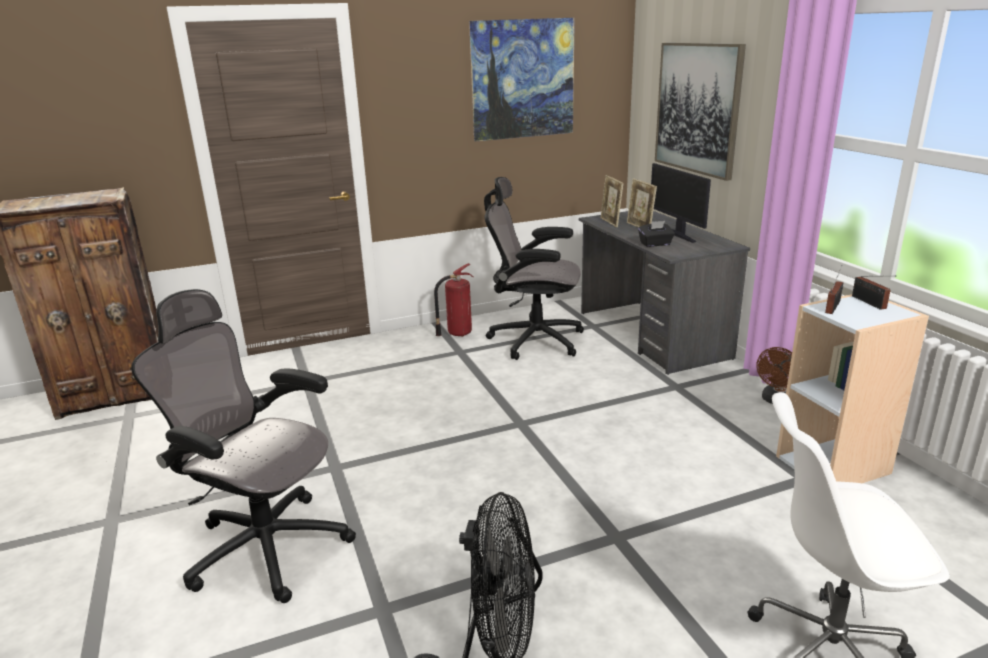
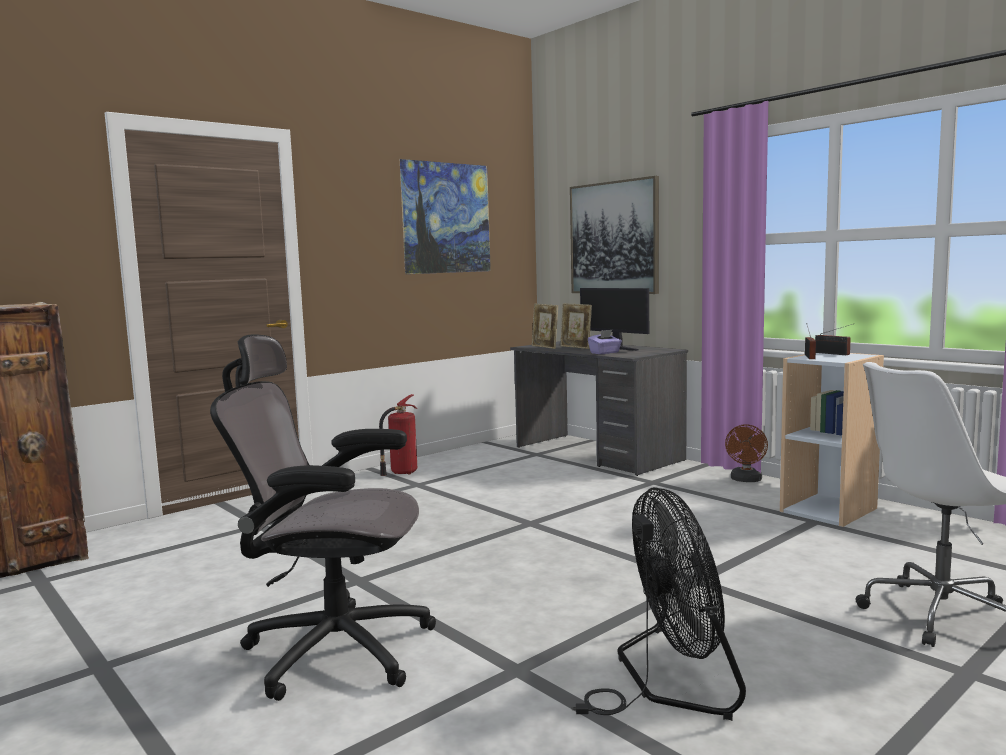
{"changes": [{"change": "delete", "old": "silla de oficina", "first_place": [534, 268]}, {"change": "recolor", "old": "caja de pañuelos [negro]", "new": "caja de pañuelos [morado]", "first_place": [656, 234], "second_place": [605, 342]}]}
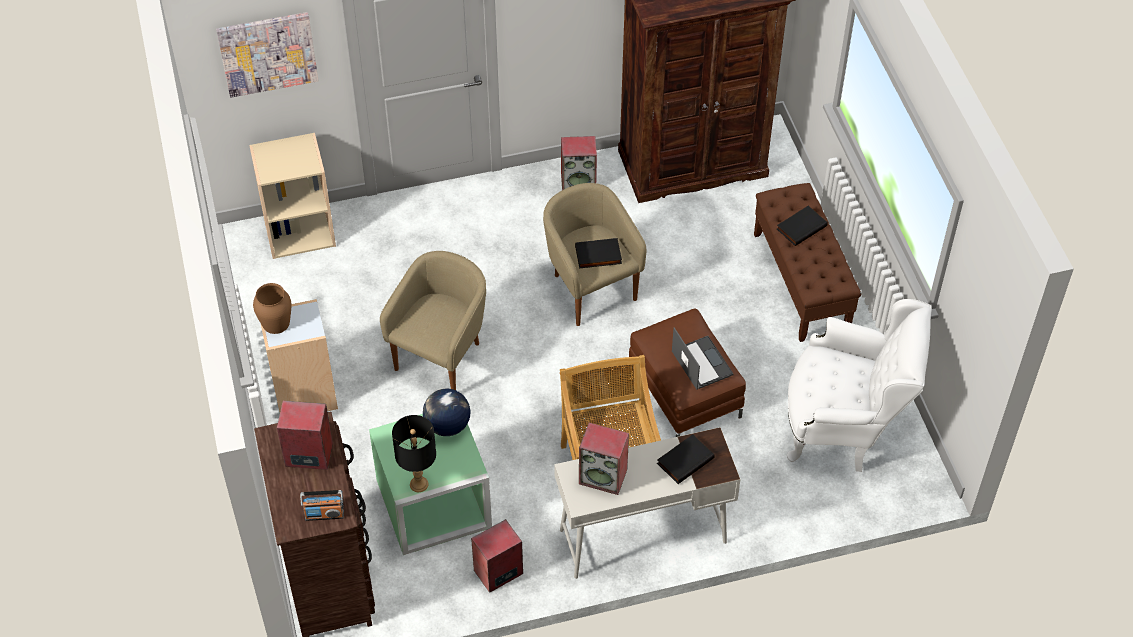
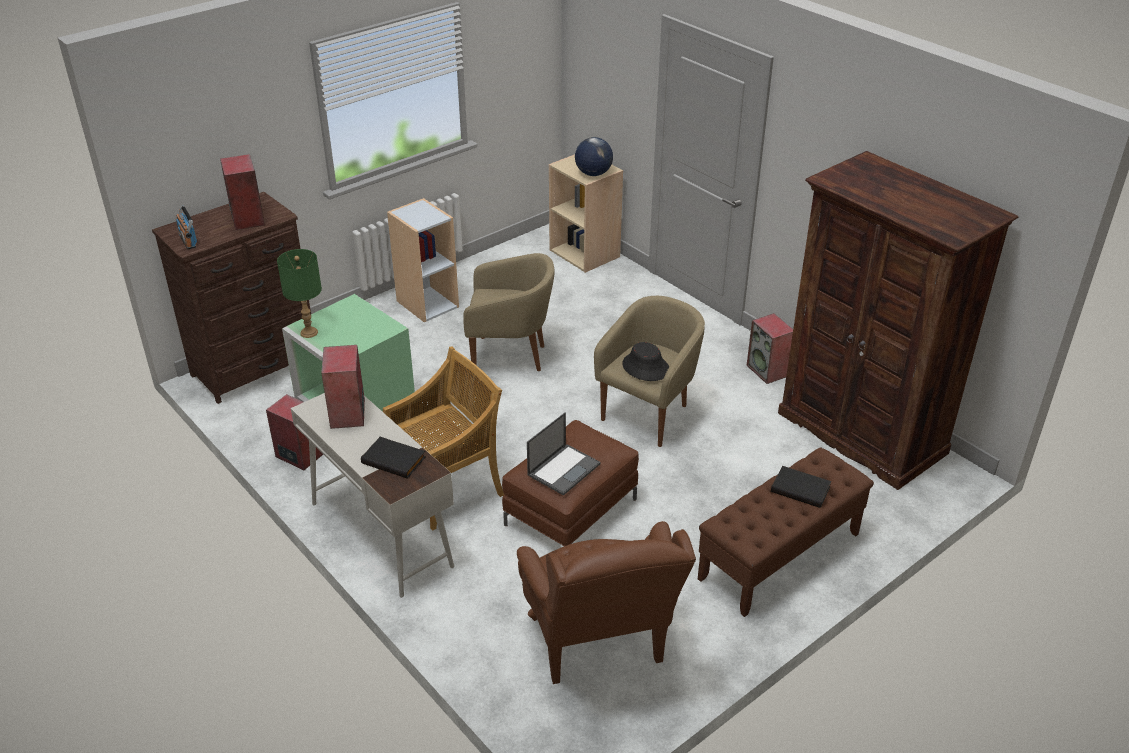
{"changes": [{"change": "delete", "old": "cuadro", "first_place": [267, 55]}, {"change": "replace", "old": "libro [negro]", "new": "sombrero [negro]", "first_place": [598, 253], "second_place": [645, 361]}, {"change": "delete", "old": "florero [marrón]", "first_place": [272, 308]}, {"change": "recolor", "old": "sillón [blanco]", "new": "sillón [marrón]", "first_place": [859, 385], "second_place": [606, 602]}, {"change": "move", "old": "globo terráqueo", "first_place": [447, 412], "second_place": [594, 156]}, {"change": "recolor", "old": "lámpara de mesa [negro]", "new": "lámpara de mesa [verde]", "first_place": [414, 453], "second_place": [299, 293]}]}
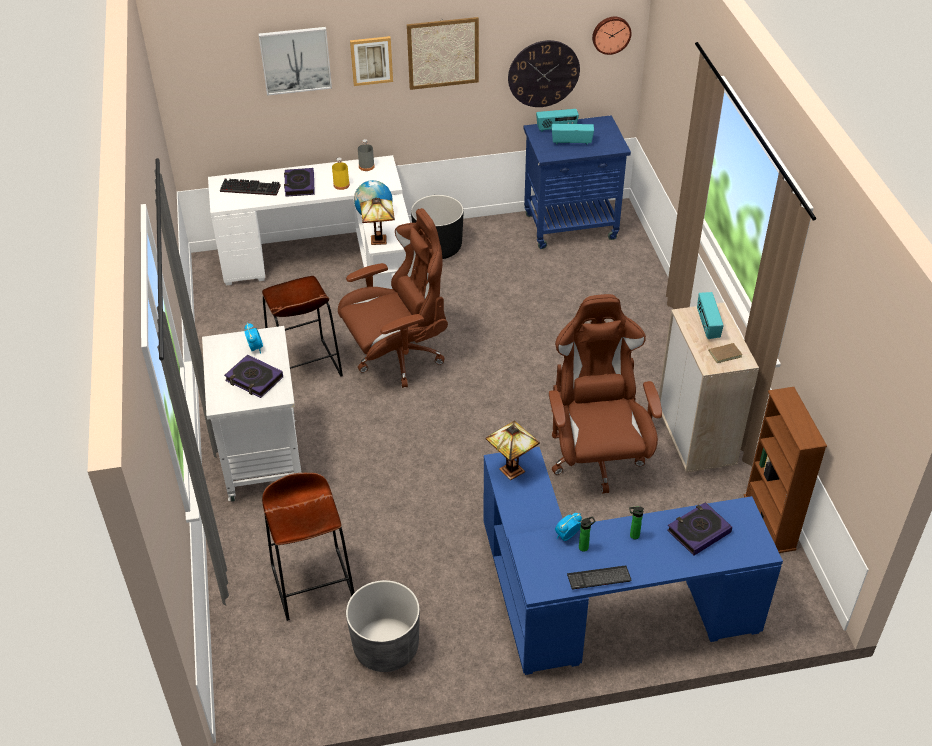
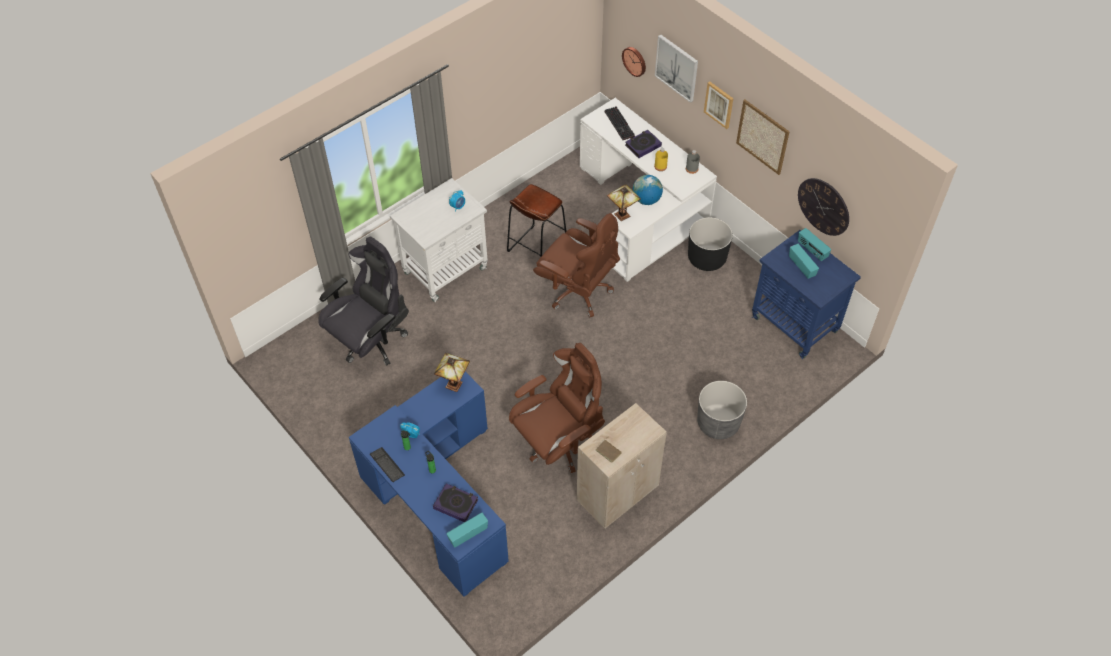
{"changes": [{"change": "move", "old": "reloj de pared", "first_place": [611, 36], "second_place": [634, 62]}, {"change": "move", "old": "radio", "first_place": [710, 315], "second_place": [467, 530]}, {"change": "delete", "old": "libro", "first_place": [253, 376]}, {"change": "delete", "old": "estantería [marrón]", "first_place": [785, 470]}, {"change": "replace", "old": "taburete [marrón]", "new": "silla de oficina [negro]", "first_place": [308, 547], "second_place": [363, 301]}, {"change": "move", "old": "maceta [gris]", "first_place": [383, 626], "second_place": [722, 410]}]}
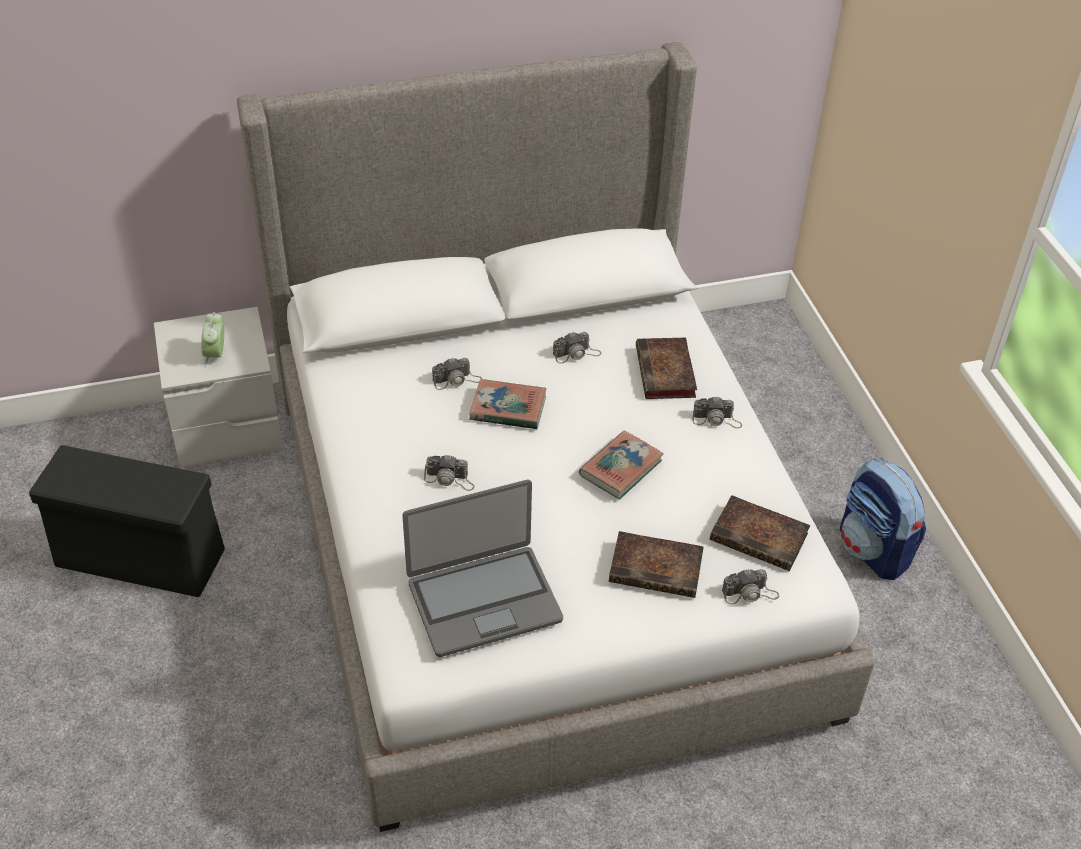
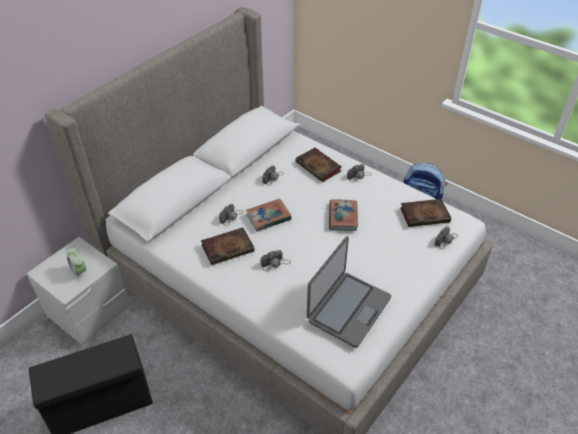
{"changes": [{"change": "move", "old": "libro", "first_place": [656, 564], "second_place": [228, 246]}]}
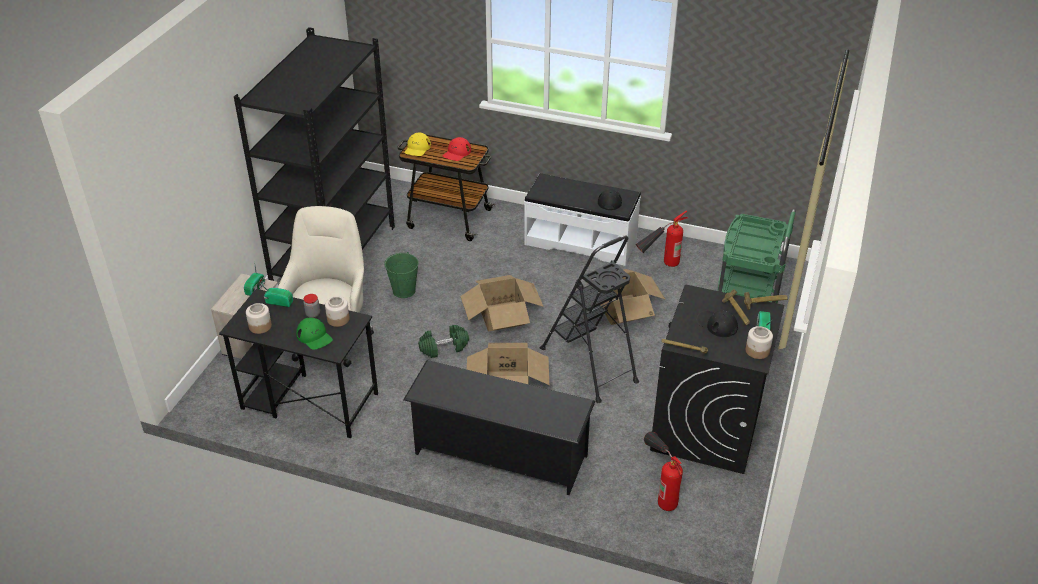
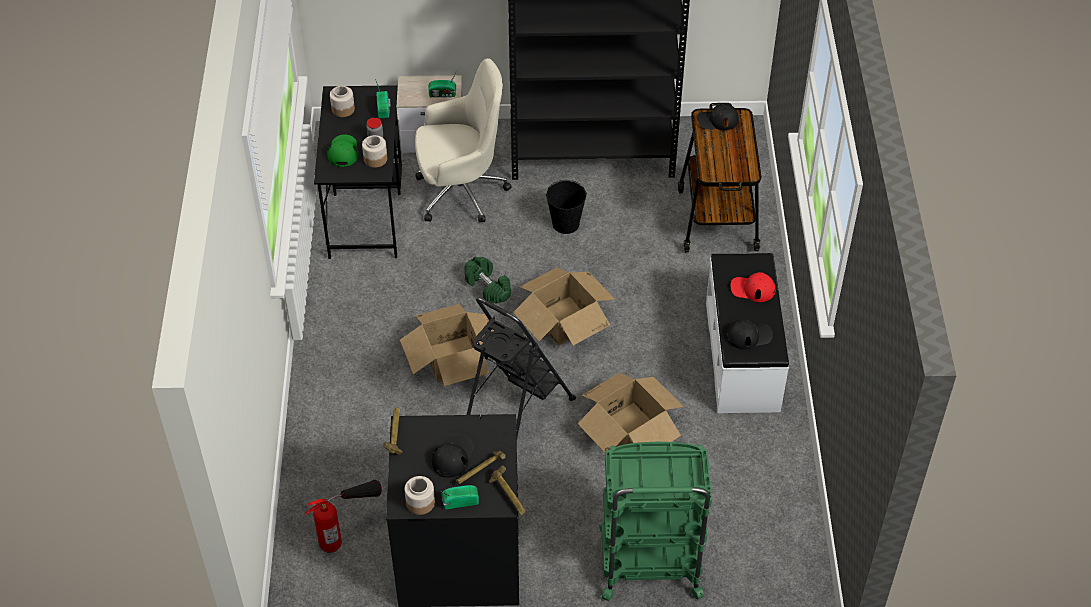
{"changes": [{"change": "recolor", "old": "gorra [amarillo]", "new": "gorra [negro]", "first_place": [418, 144], "second_place": [718, 116]}, {"change": "move", "old": "gorra [rojo]", "first_place": [457, 149], "second_place": [753, 287]}, {"change": "delete", "old": "extintor", "first_place": [662, 239]}, {"change": "recolor", "old": "cubo [verde]", "new": "cubo [negro]", "first_place": [402, 275], "second_place": [566, 207]}, {"change": "rotate", "old": "gorra [verde]", "first_place": [314, 333], "second_place": [342, 150], "degrees": 150}, {"change": "delete", "old": "zapatero [negro]", "first_place": [499, 427]}]}
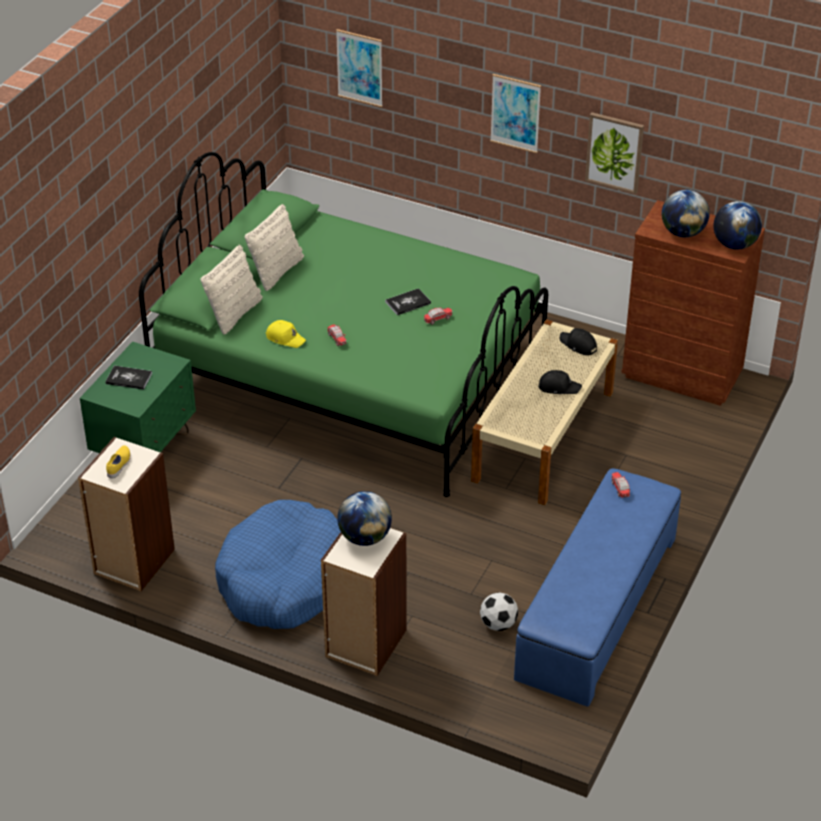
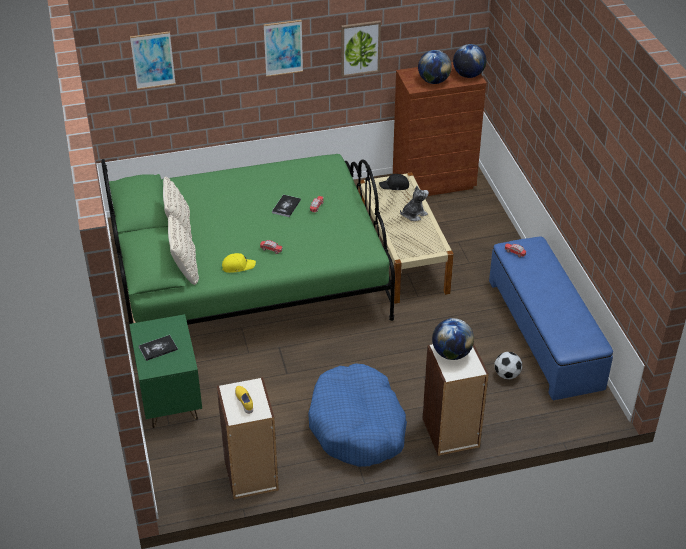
{"changes": [{"change": "replace", "old": "gorra [negro]", "new": "peluche", "first_place": [560, 382], "second_place": [414, 203]}]}
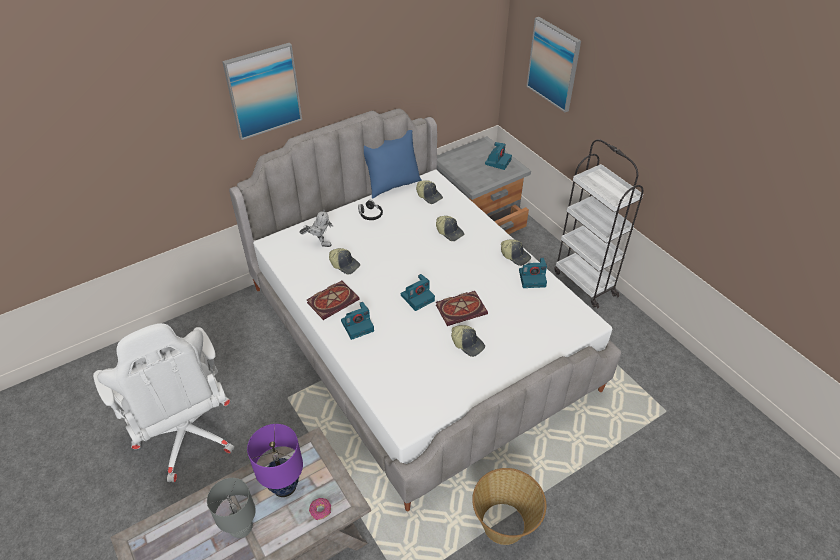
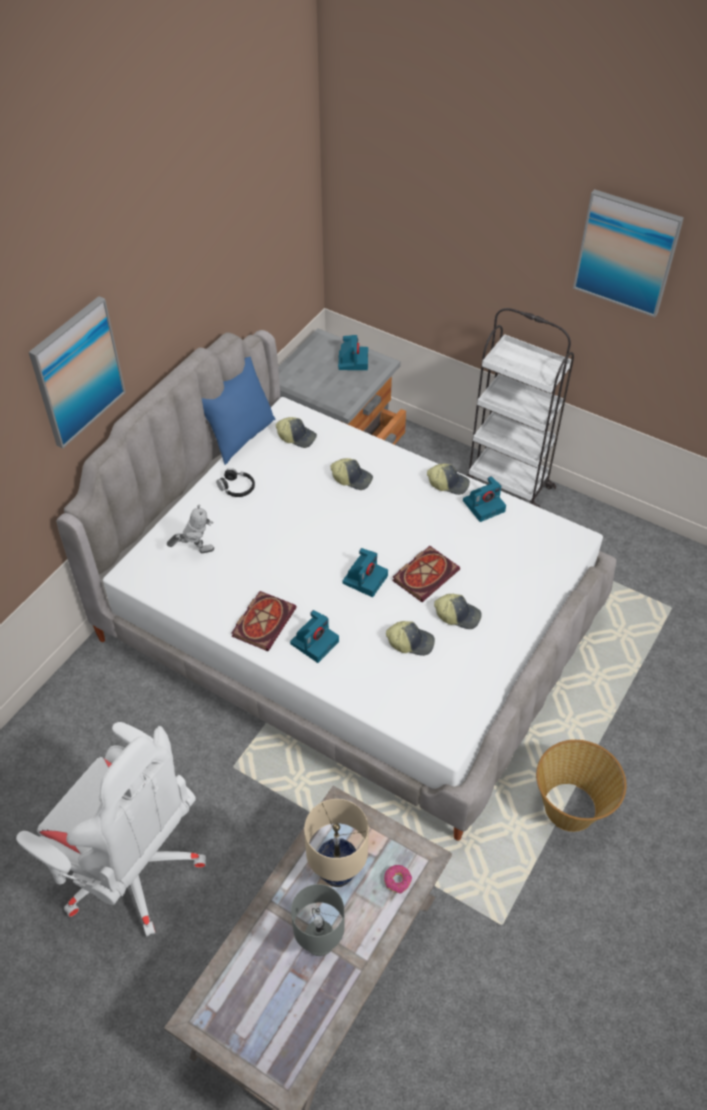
{"changes": [{"change": "move", "old": "cuadro", "first_place": [553, 64], "second_place": [628, 253]}, {"change": "move", "old": "gorra", "first_place": [344, 261], "second_place": [410, 638]}, {"change": "recolor", "old": "lámpara de mesa [morado]", "new": "lámpara de mesa [beis]", "first_place": [275, 460], "second_place": [336, 843]}]}
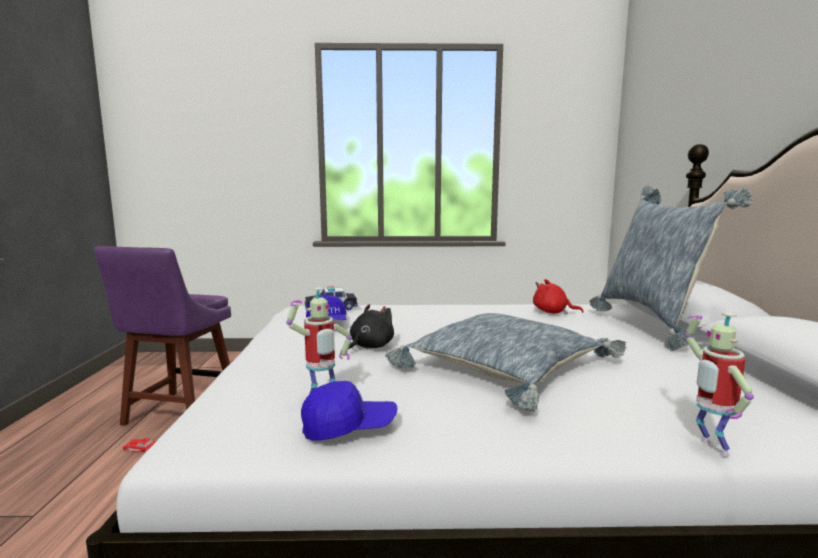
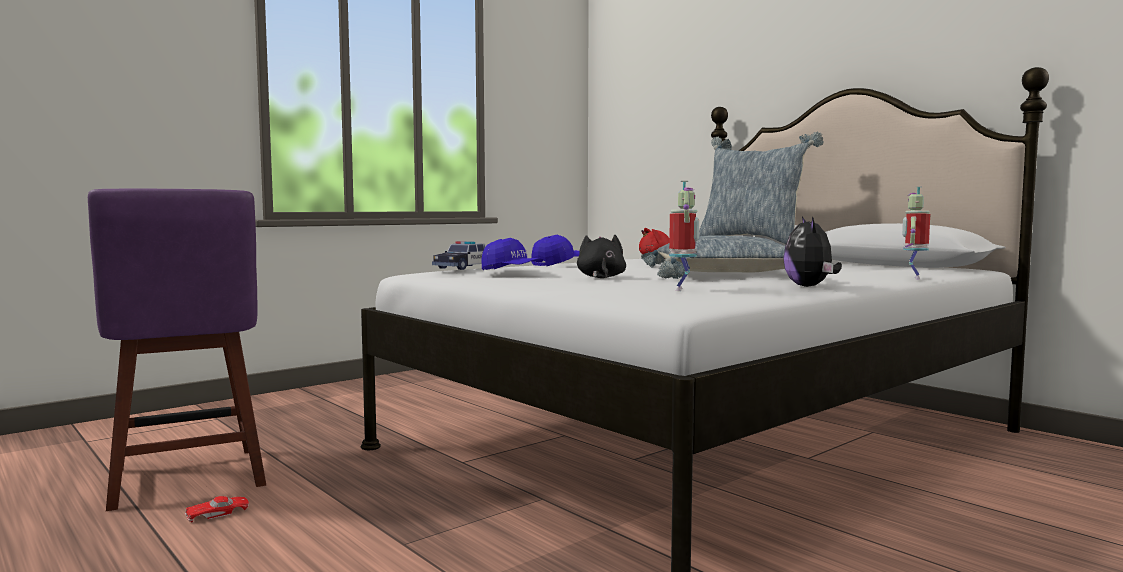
{"changes": [{"change": "rotate", "old": "robot de juguete", "first_place": [719, 384], "second_place": [916, 232], "degrees": 75}, {"change": "move", "old": "gorra [azul]", "first_place": [349, 411], "second_place": [556, 250]}, {"change": "insert", "new": "peluche", "second_place": [812, 252]}]}
